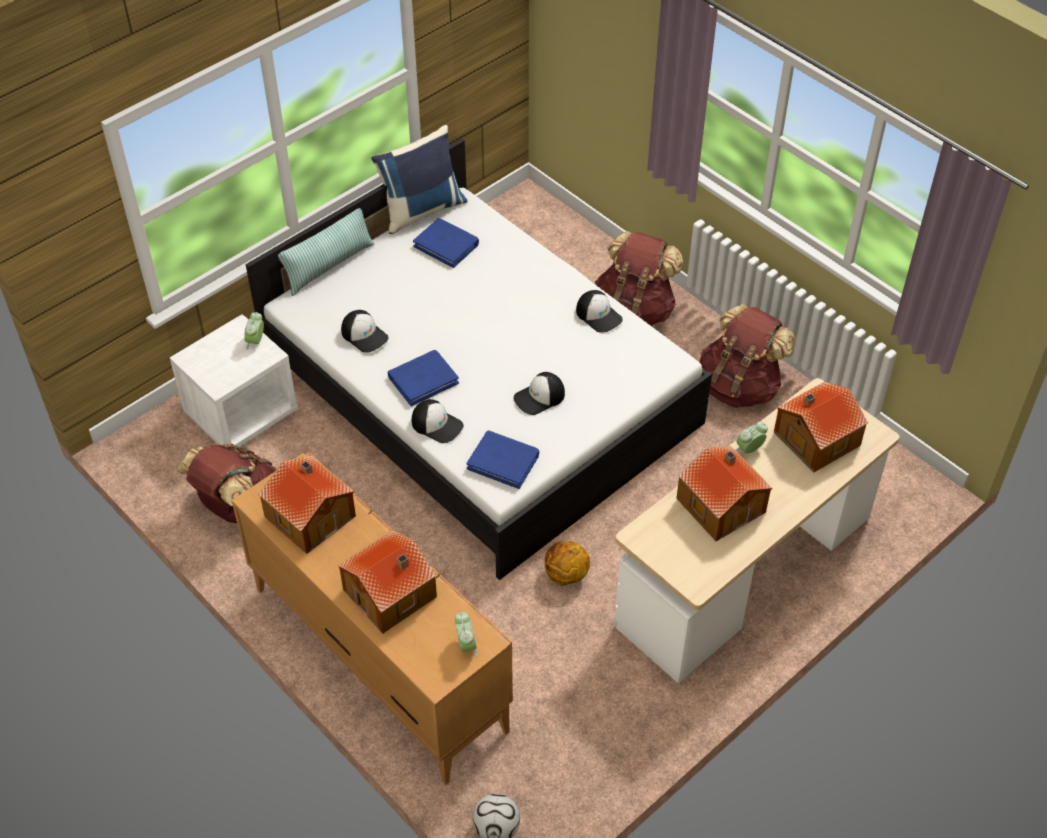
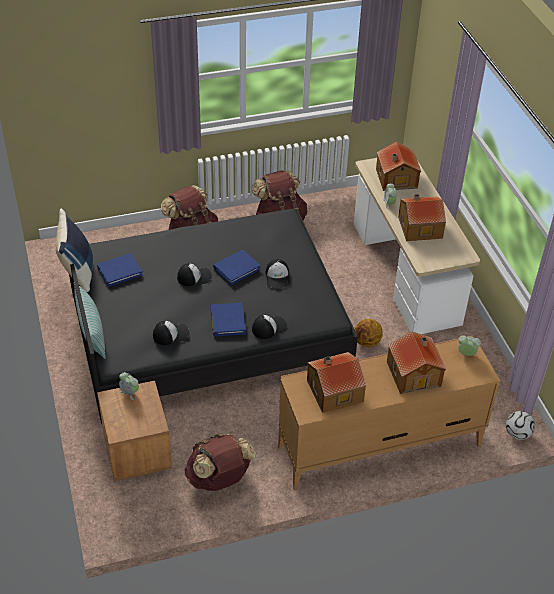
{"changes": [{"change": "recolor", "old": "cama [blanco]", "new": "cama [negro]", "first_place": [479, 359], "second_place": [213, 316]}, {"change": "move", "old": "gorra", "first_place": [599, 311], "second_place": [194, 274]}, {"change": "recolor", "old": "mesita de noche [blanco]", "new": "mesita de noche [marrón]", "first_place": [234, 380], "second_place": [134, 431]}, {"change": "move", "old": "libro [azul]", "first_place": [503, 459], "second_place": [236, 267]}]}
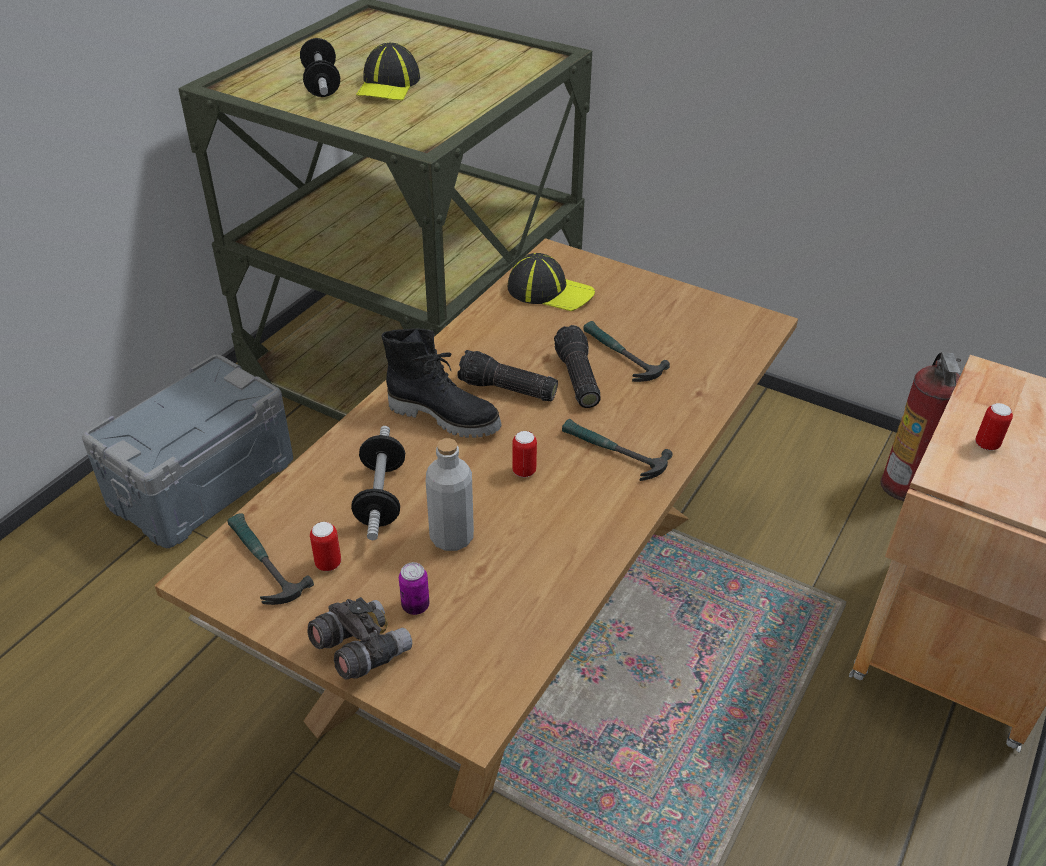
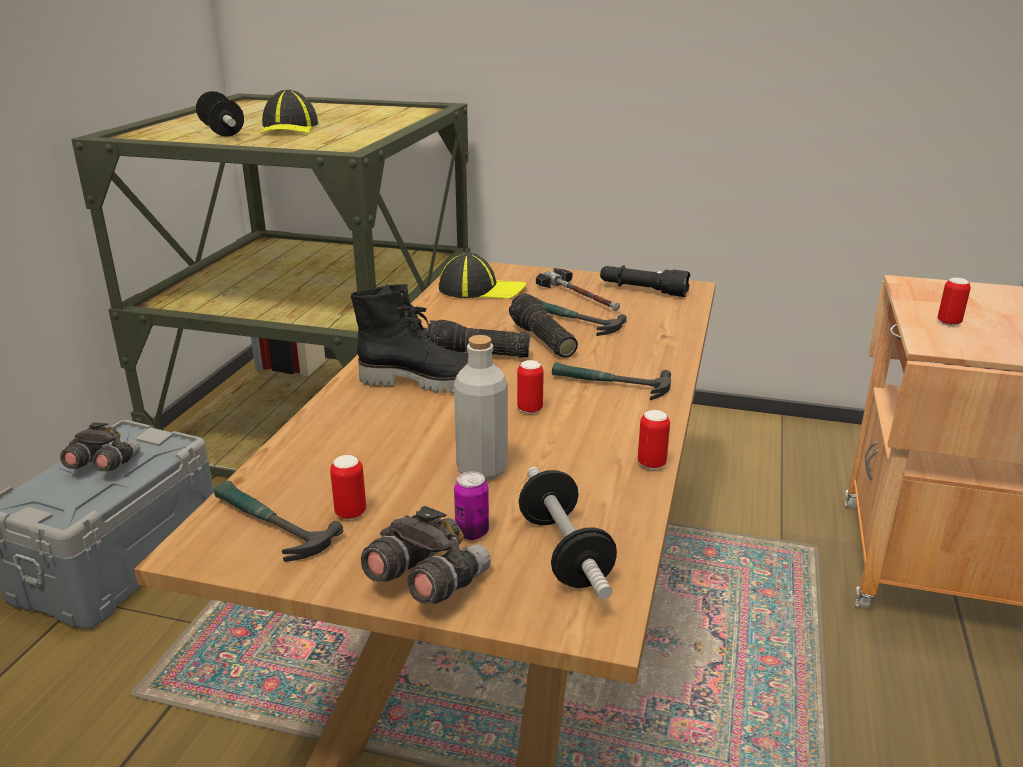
{"changes": [{"change": "delete", "old": "extintor", "first_place": [920, 426]}, {"change": "move", "old": "mancuerna", "first_place": [378, 483], "second_place": [568, 533]}, {"change": "insert", "new": "linterna [negro]", "second_place": [645, 281]}, {"change": "insert", "new": "martillo", "second_place": [578, 289]}, {"change": "insert", "new": "lata", "second_place": [654, 439]}, {"change": "insert", "new": "prismáticos [gris]", "second_place": [100, 447]}]}
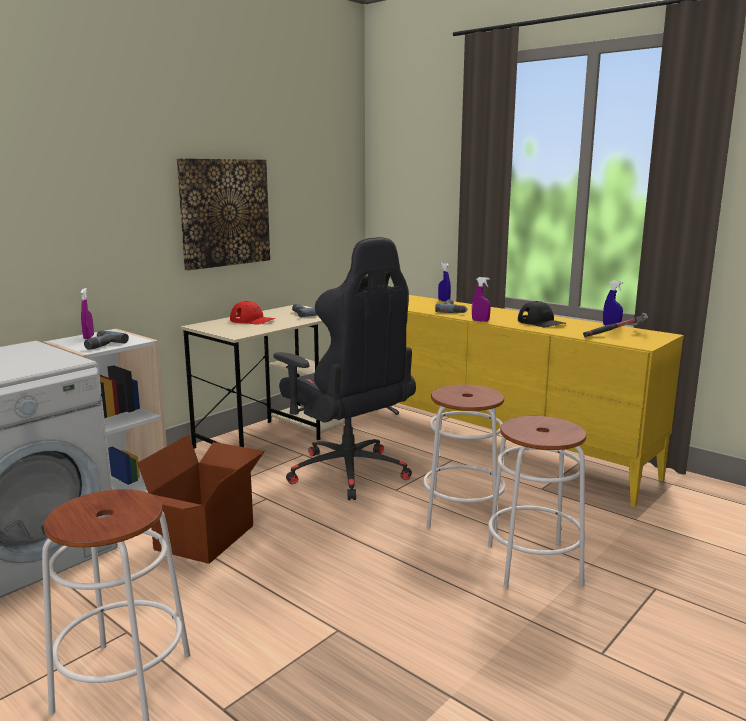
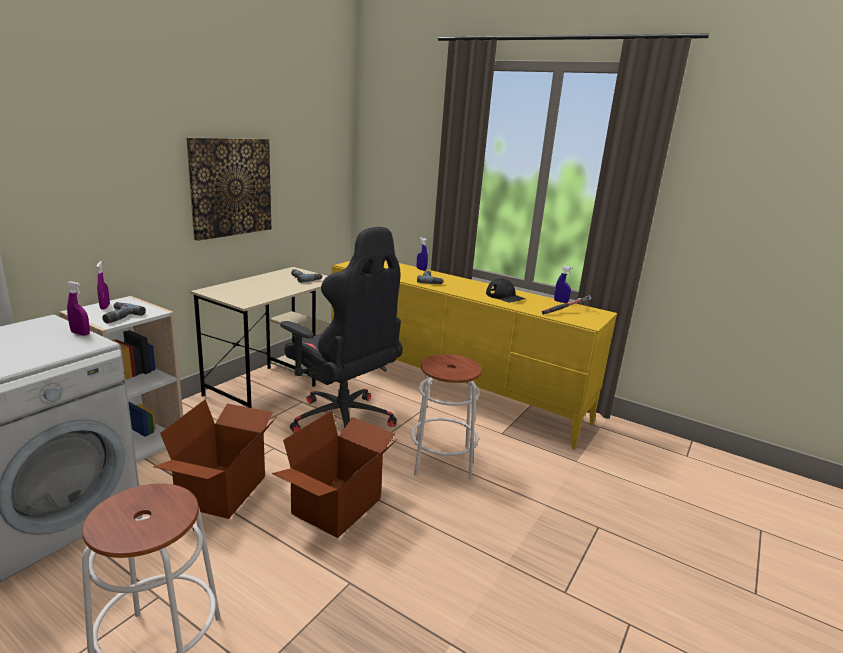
{"changes": [{"change": "move", "old": "pulverizador [morado]", "first_place": [481, 299], "second_place": [78, 308]}, {"change": "delete", "old": "gorra [rojo]", "first_place": [253, 313]}, {"change": "delete", "old": "taburete [blanco]", "first_place": [537, 502]}, {"change": "insert", "new": "caja de cartón", "second_place": [334, 474]}]}
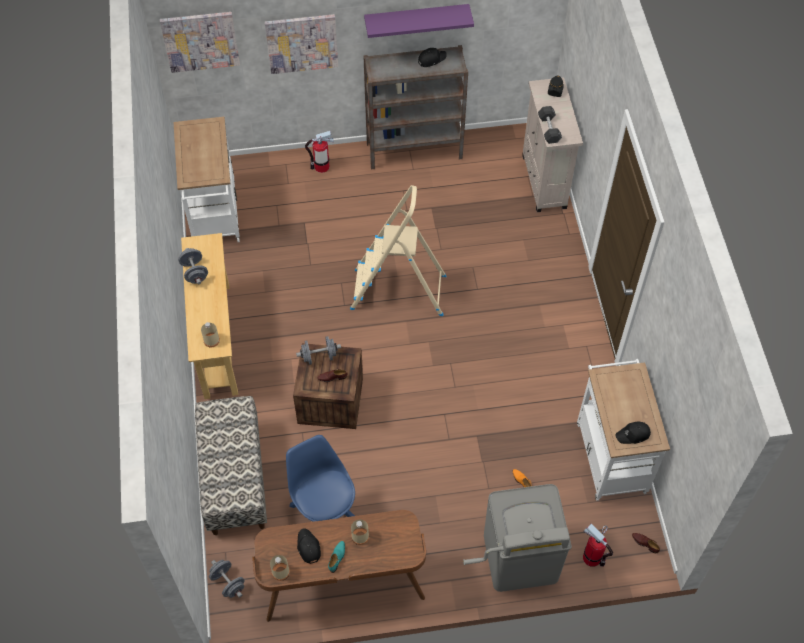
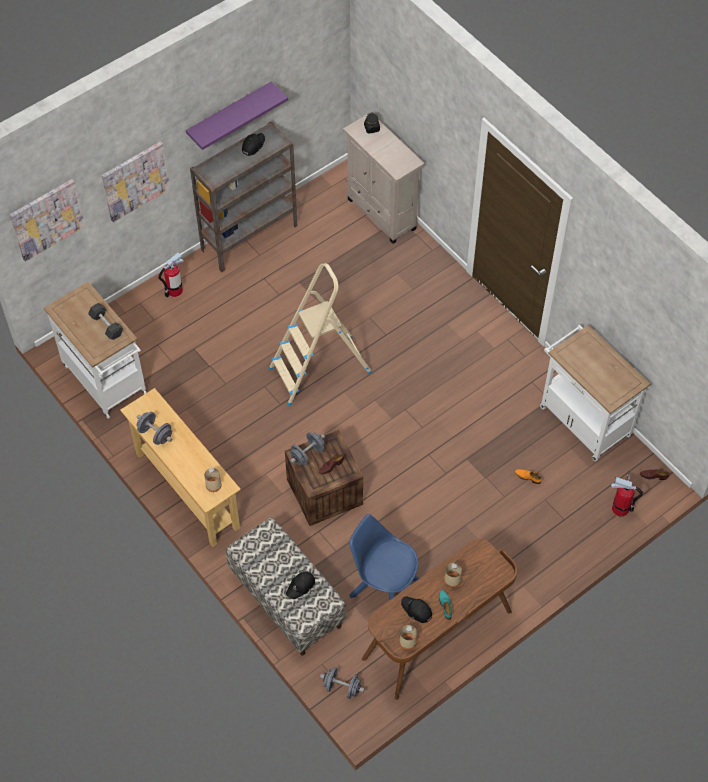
{"changes": [{"change": "move", "old": "mancuerna [negro]", "first_place": [550, 125], "second_place": [105, 321]}, {"change": "move", "old": "gorra [negro]", "first_place": [633, 433], "second_place": [300, 585]}, {"change": "delete", "old": "lavadora [gris]", "first_place": [517, 538]}]}
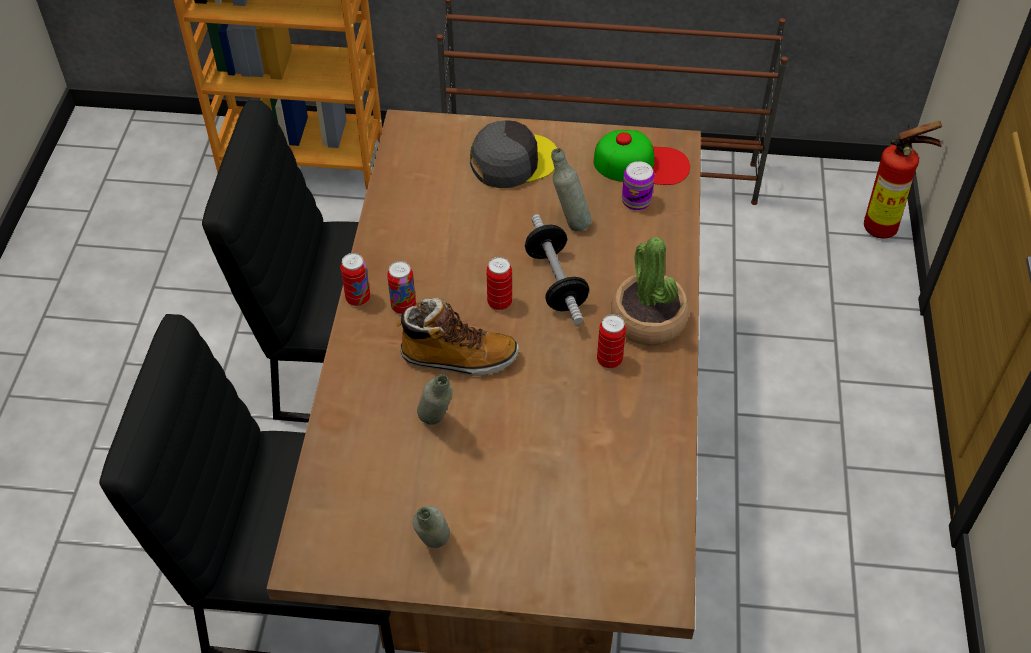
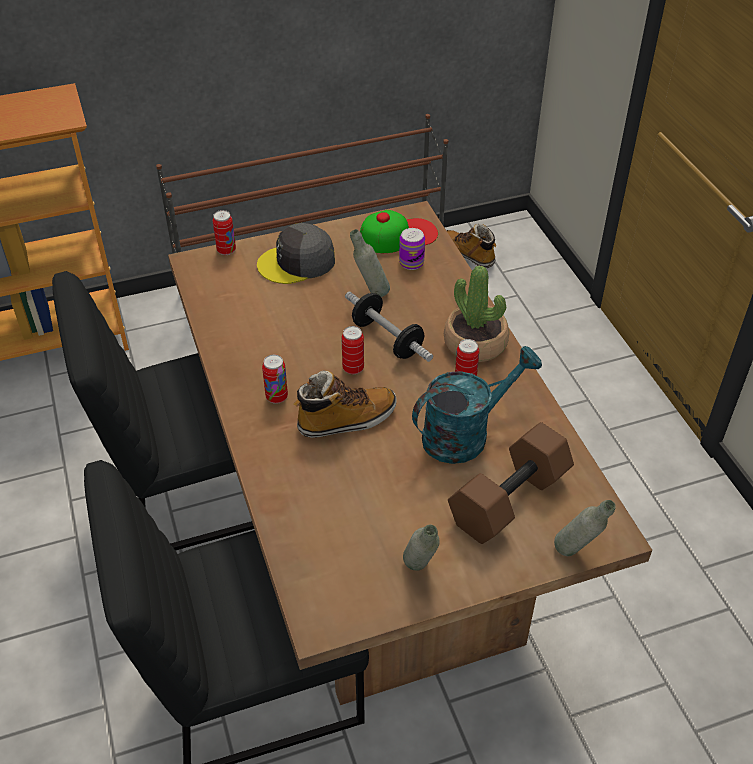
{"changes": [{"change": "rotate", "old": "gorra [gris]", "first_place": [513, 154], "second_place": [296, 253], "degrees": -150}, {"change": "delete", "old": "extintor", "first_place": [903, 180]}, {"change": "move", "old": "lata", "first_place": [355, 279], "second_place": [224, 232]}, {"change": "move", "old": "botella [gris]", "first_place": [435, 399], "second_place": [585, 528]}, {"change": "insert", "new": "bota", "second_place": [472, 246]}, {"change": "insert", "new": "regadera [turquesa]", "second_place": [477, 405]}, {"change": "insert", "new": "mancuerna [marrón]", "second_place": [511, 483]}]}
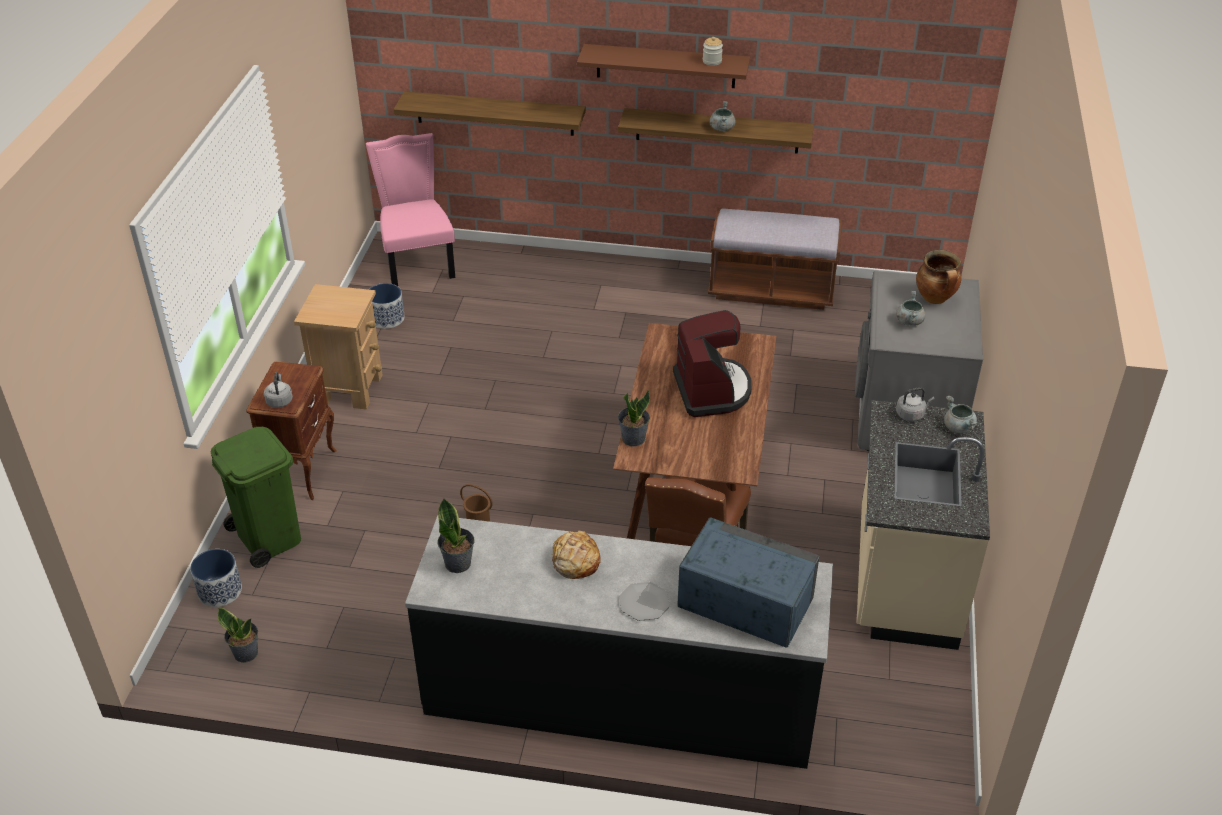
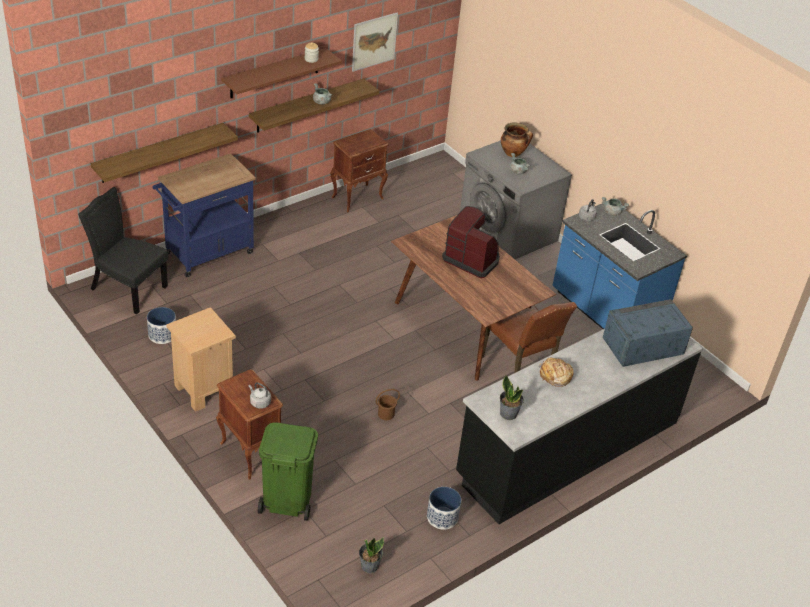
{"changes": [{"change": "recolor", "old": "silla [rosa]", "new": "silla [negro]", "first_place": [410, 209], "second_place": [123, 250]}, {"change": "replace", "old": "banco [marrón]", "new": "mesita de noche [marrón]", "first_place": [775, 259], "second_place": [359, 170]}, {"change": "delete", "old": "planta en maceta", "first_place": [634, 418]}, {"change": "recolor", "old": "mueble bajo de cocina [beis]", "new": "mueble bajo de cocina [azul]", "first_place": [923, 525], "second_place": [619, 266]}, {"change": "move", "old": "maceta", "first_place": [216, 578], "second_place": [444, 508]}, {"change": "delete", "old": "plato", "first_place": [644, 601]}, {"change": "insert", "new": "cuadro", "second_place": [375, 42]}, {"change": "insert", "new": "carrito [azul]", "second_place": [204, 215]}]}
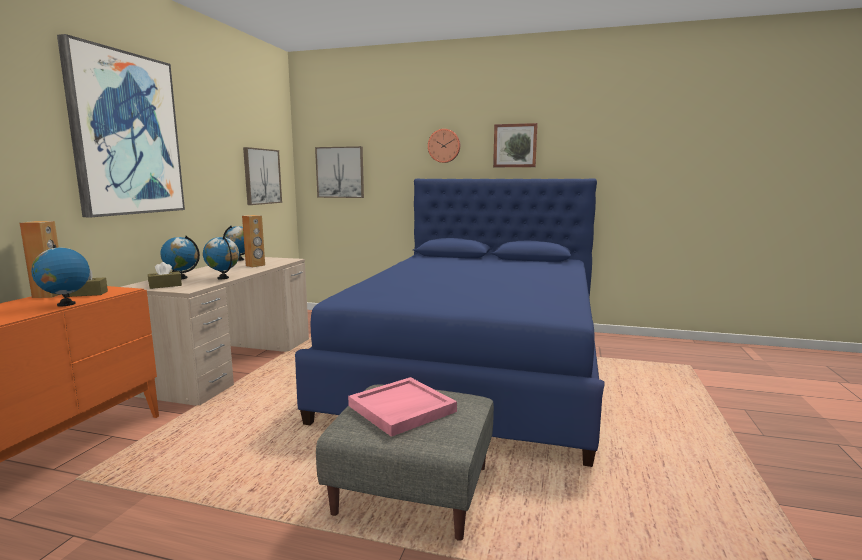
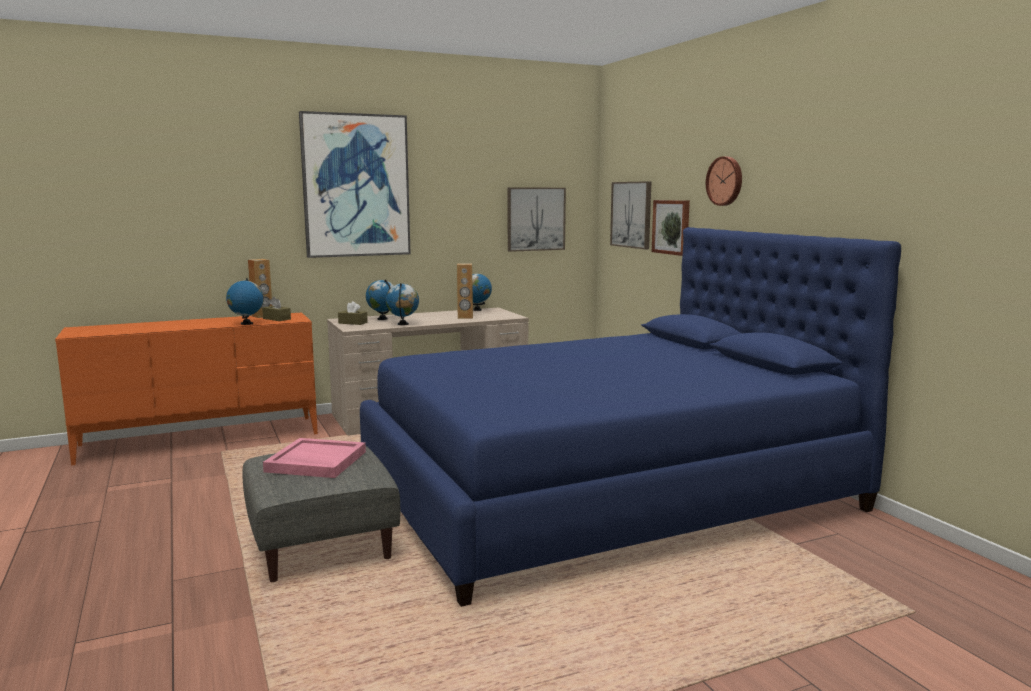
{"changes": [{"change": "move", "old": "cuadro", "first_place": [515, 145], "second_place": [671, 228]}]}
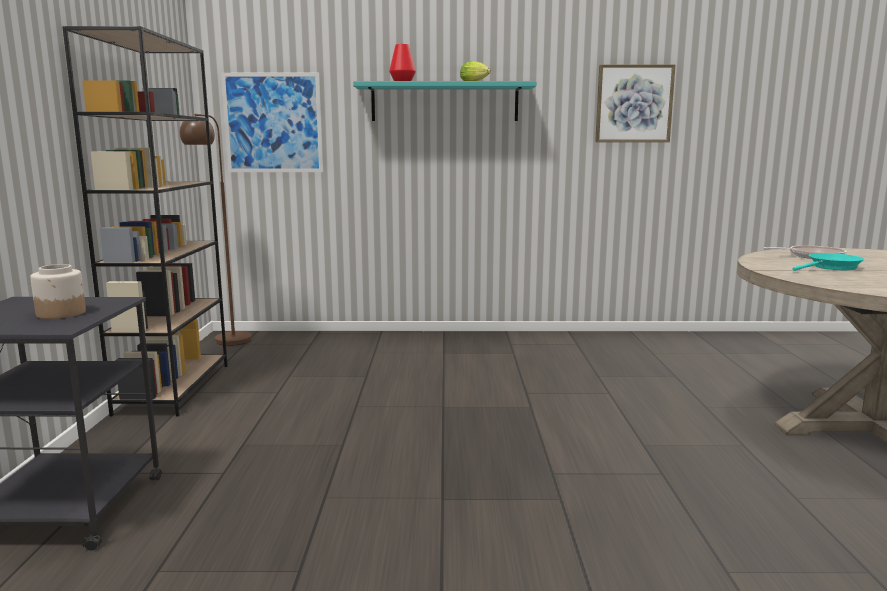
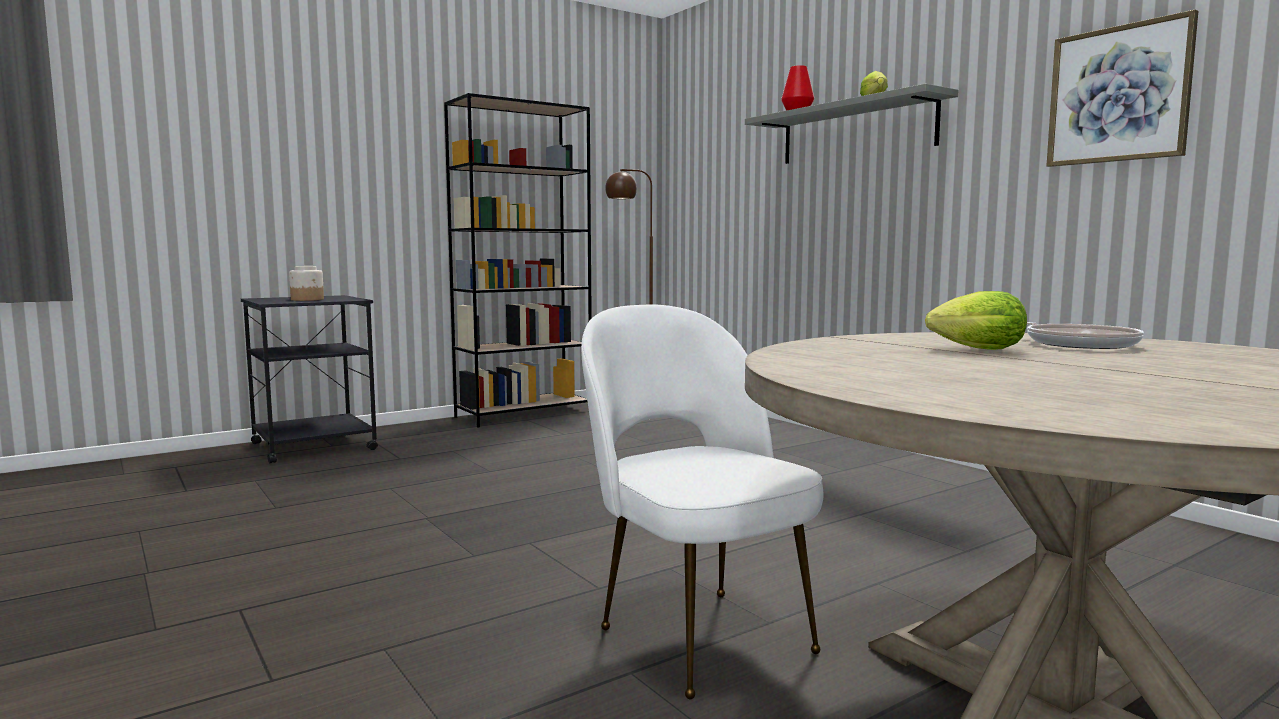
{"changes": [{"change": "delete", "old": "cuadro", "first_place": [272, 122]}, {"change": "recolor", "old": "estante [turquesa]", "new": "estante [gris]", "first_place": [445, 101], "second_place": [852, 124]}, {"change": "replace", "old": "sartén [turquesa]", "new": "lechuga", "first_place": [829, 262], "second_place": [976, 320]}, {"change": "insert", "new": "silla [blanco]", "second_place": [702, 502]}]}
